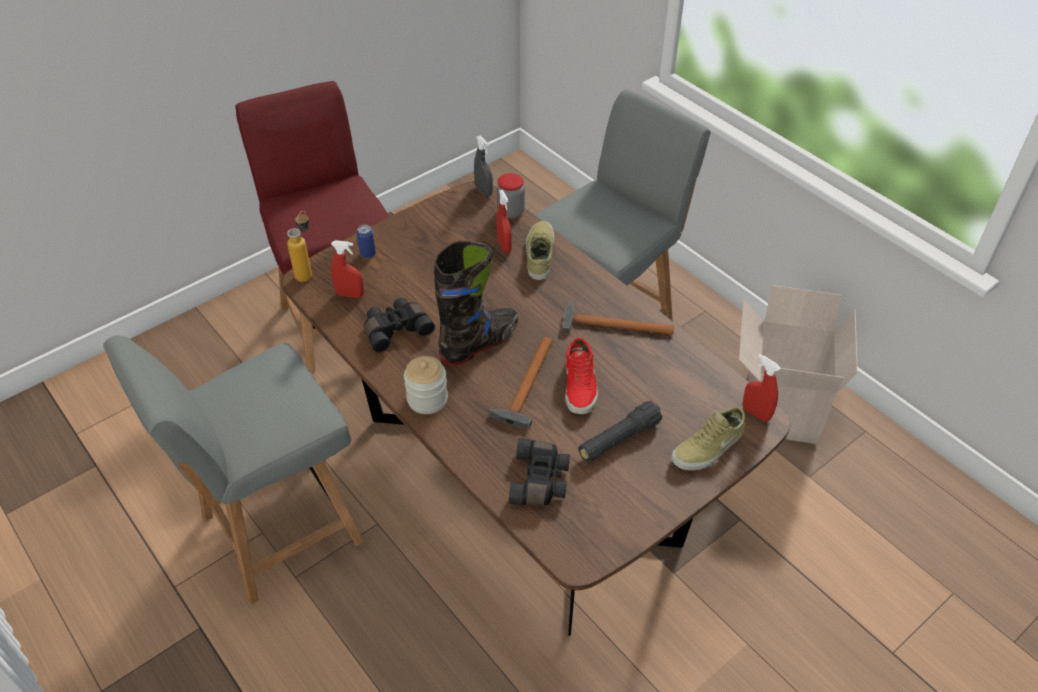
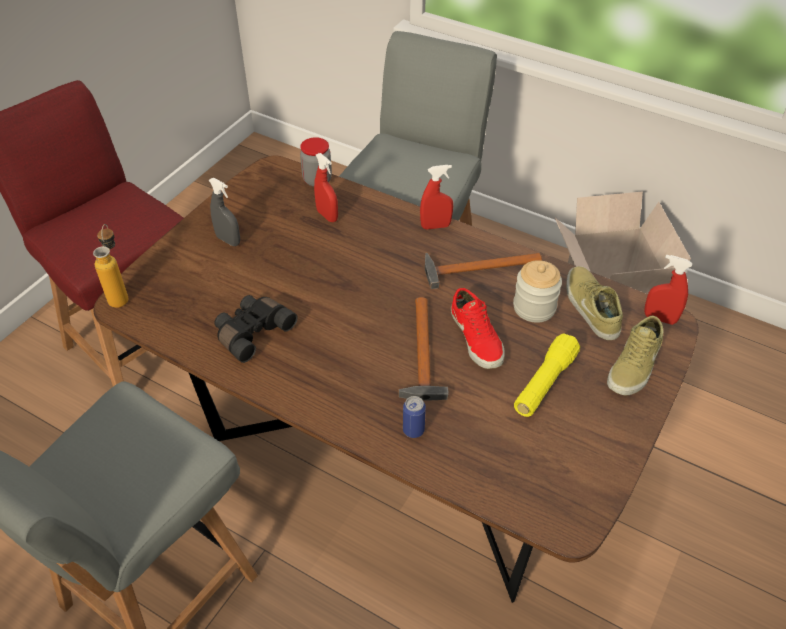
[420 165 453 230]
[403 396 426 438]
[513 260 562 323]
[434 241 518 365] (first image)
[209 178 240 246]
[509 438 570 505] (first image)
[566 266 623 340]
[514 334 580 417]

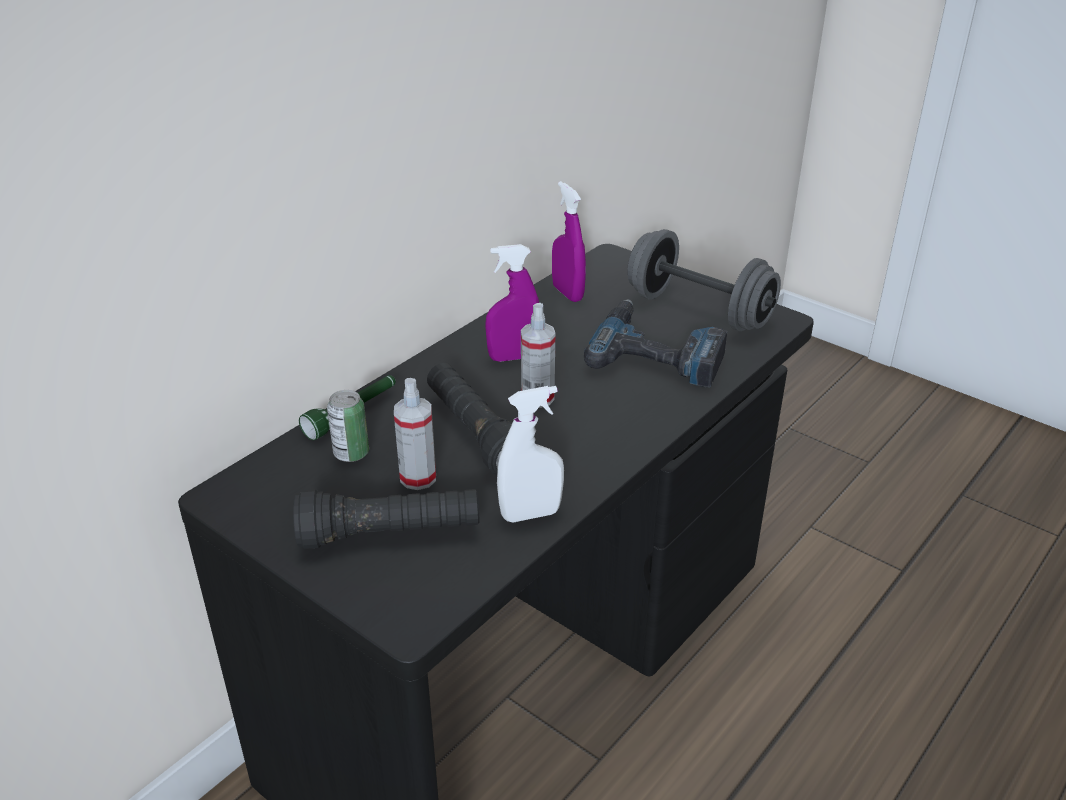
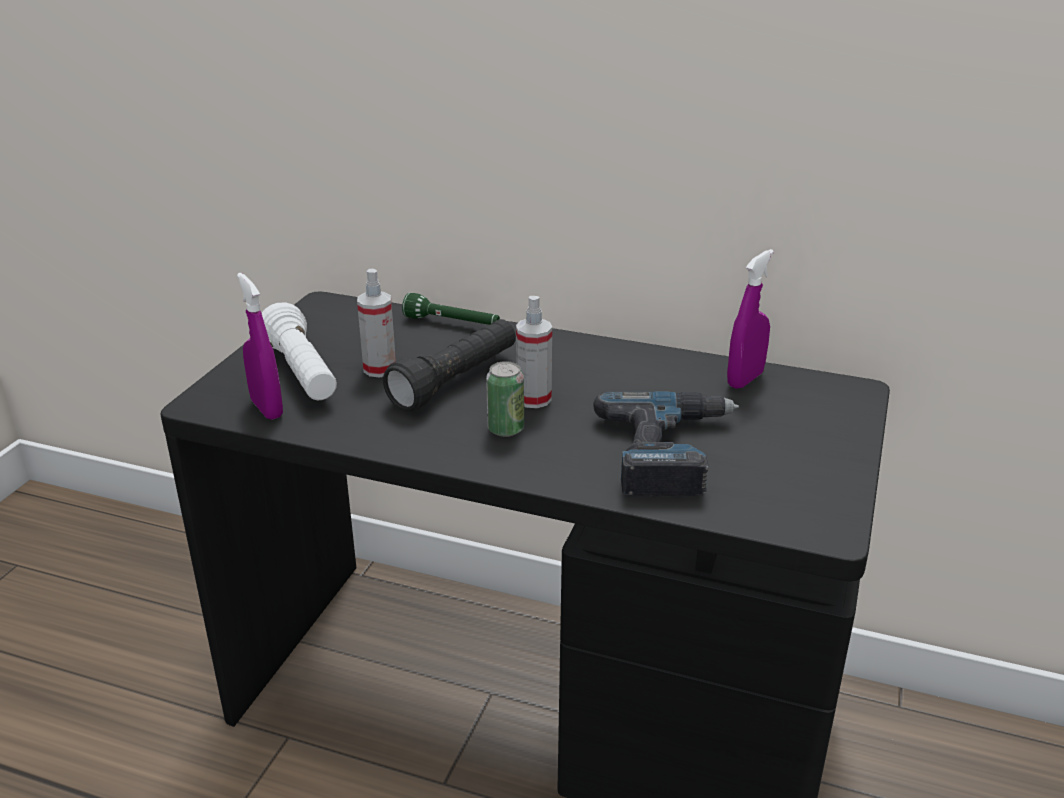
[262 302 337 400]
[486 361 524 437]
[237 273 283 420]
[497 386 564 523] (first image)
[627 229 781 331] (first image)

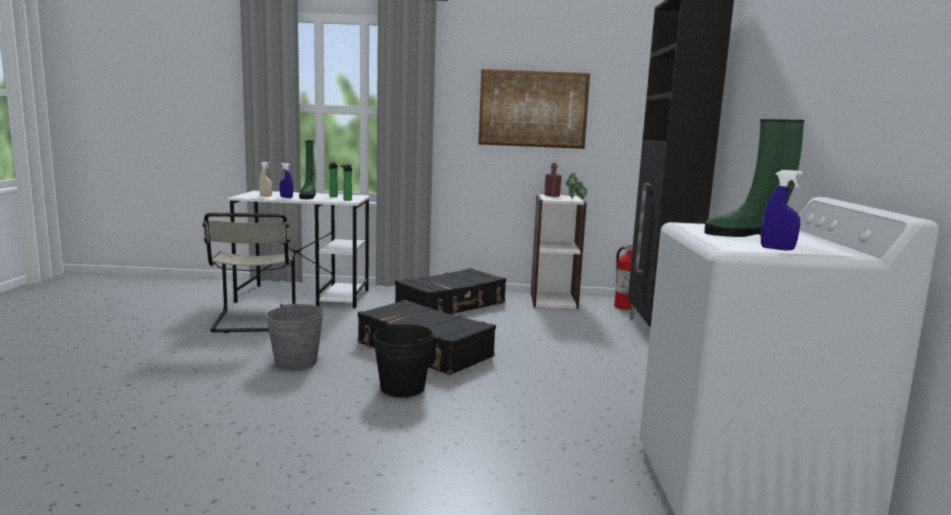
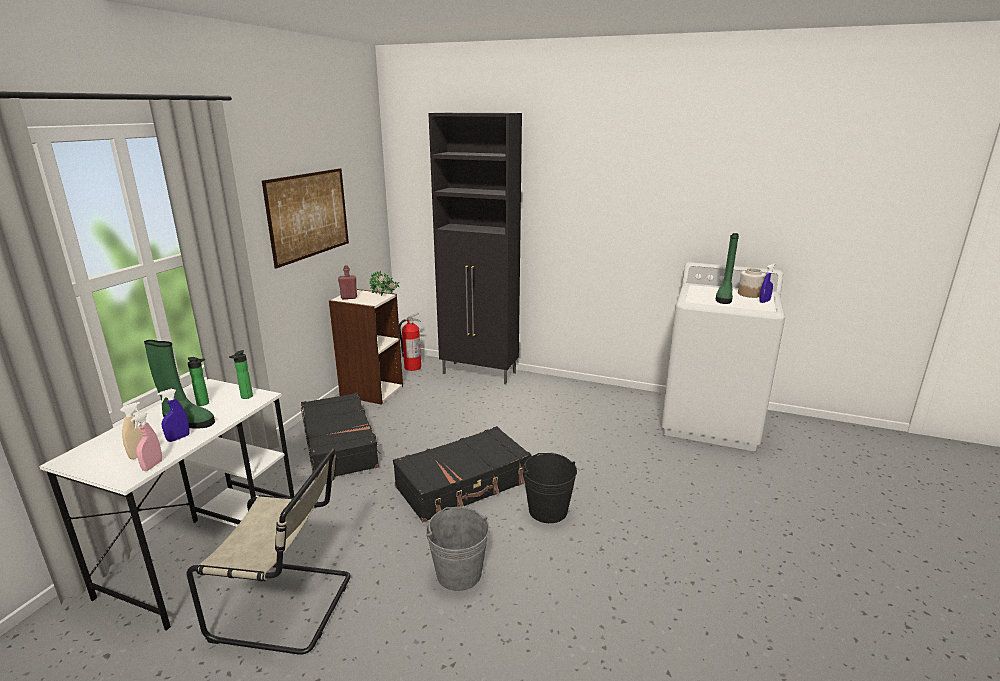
[131 413 162 471]
[738 268 766 298]

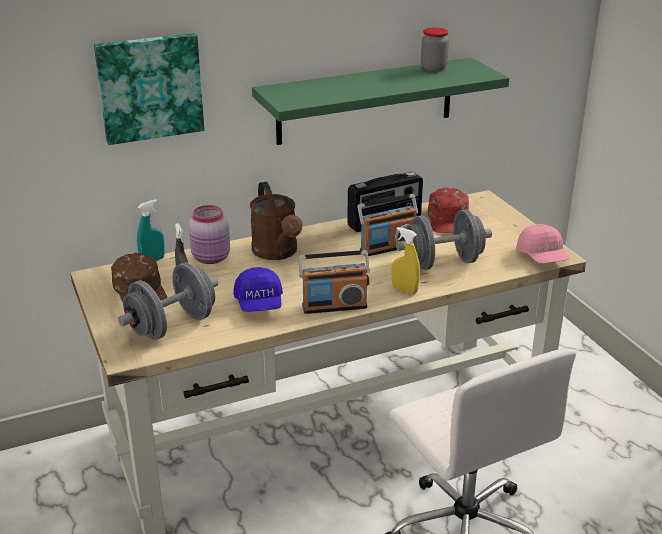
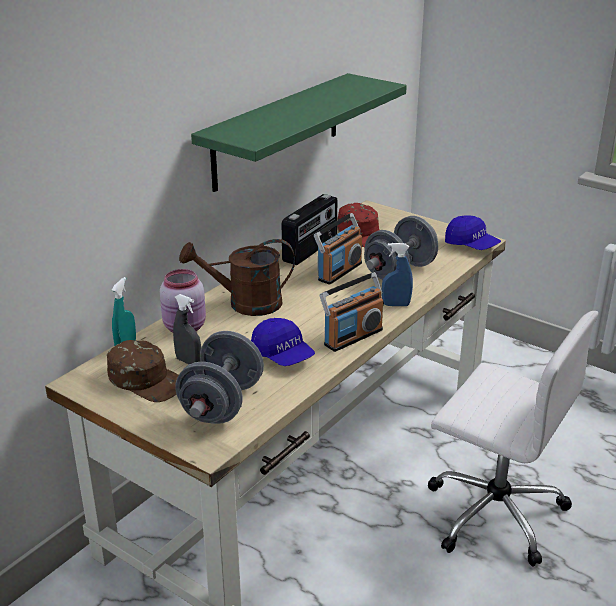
[94 33 204 145] (first image)
[179 239 295 316]
[382 243 413 306]
[421 27 449 72] (first image)
[445 215 501 250]

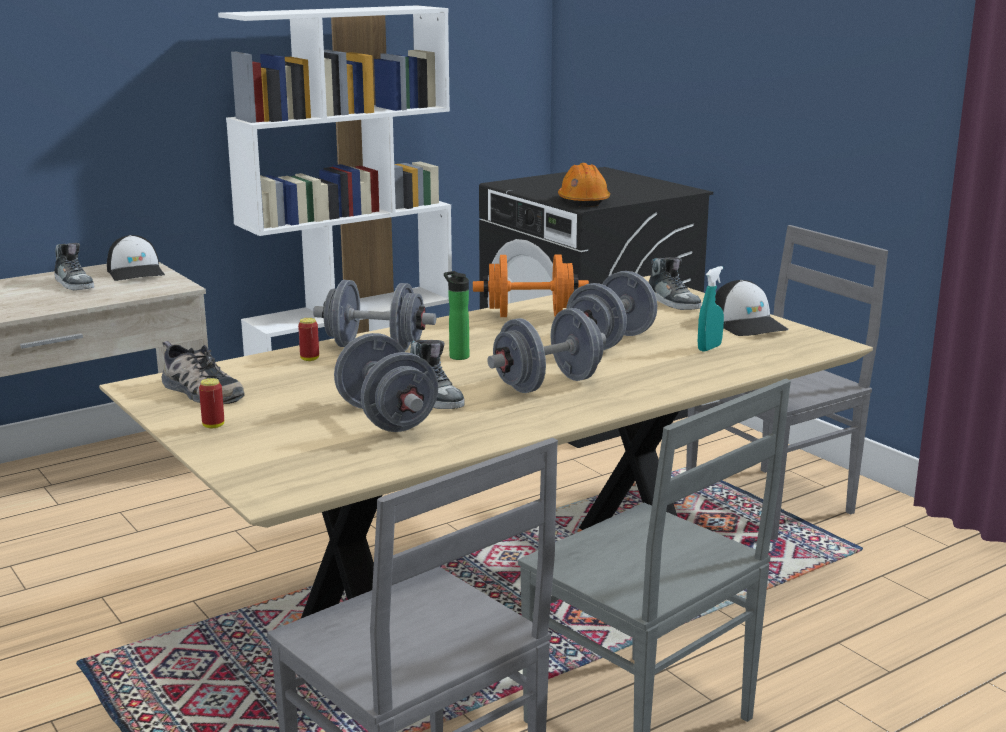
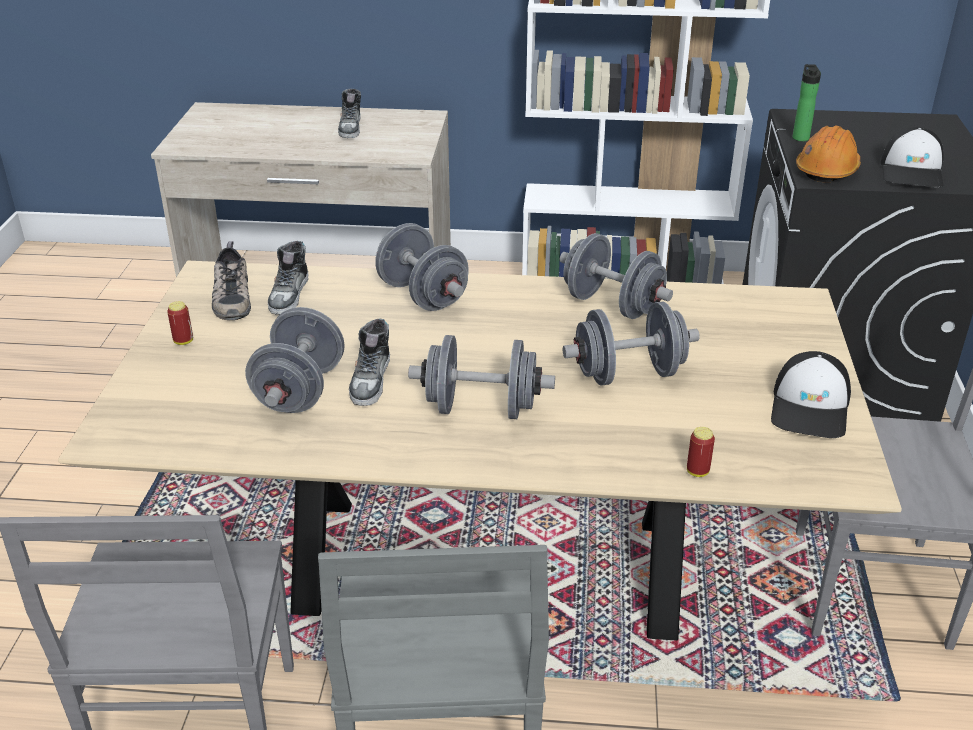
[880 127 944 187]
[687 427 715 477]
[792 64 821 141]
[560 233 673 319]
[268 241 309 315]
[698 266 724 352] (first image)

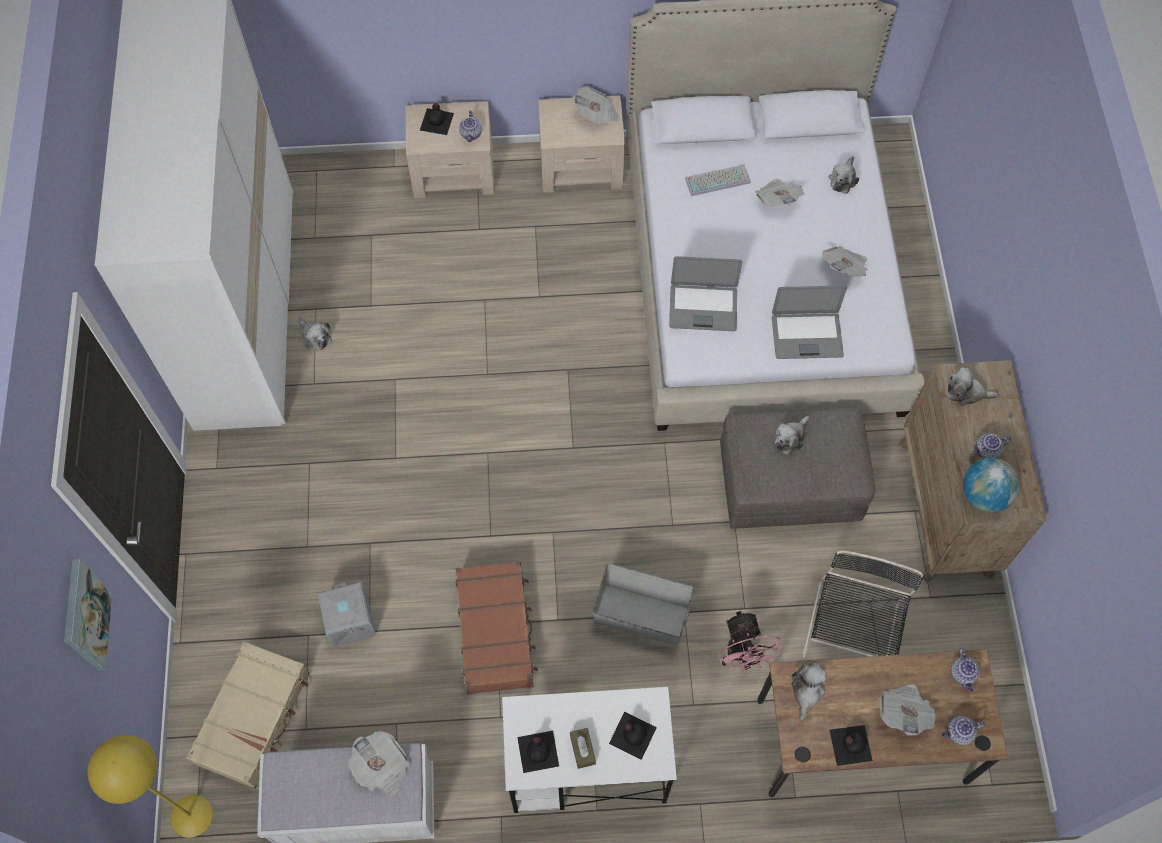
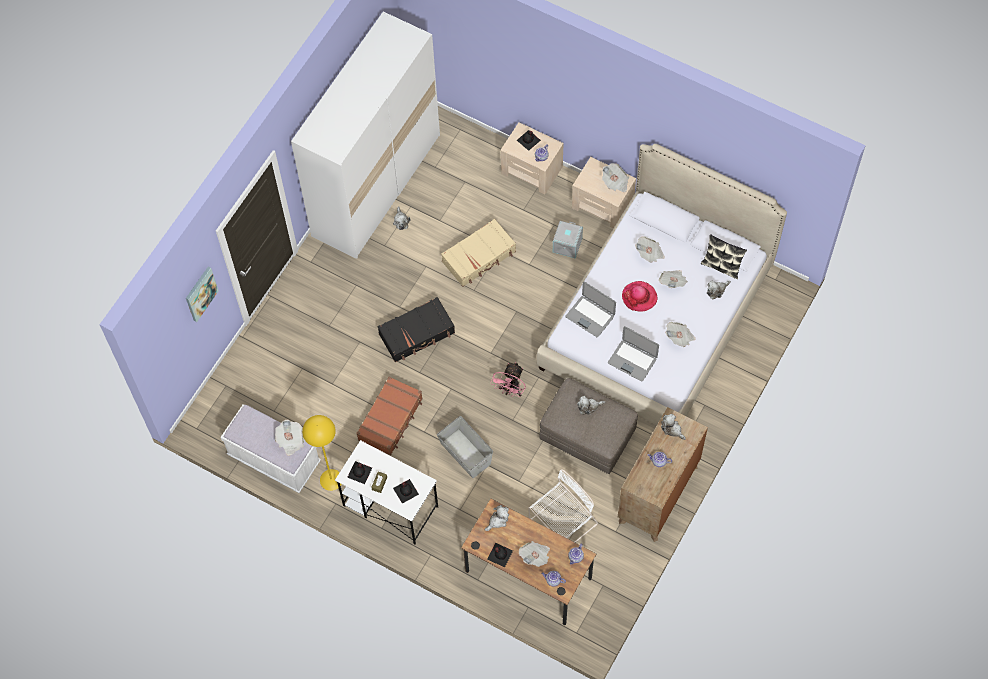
[302 415 342 491]
[441 219 516 287]
[553 221 583 259]
[635 236 665 263]
[491 362 526 397]
[528 469 598 543]
[963 458 1020 512] (first image)
[377 297 455 363]
[622 281 657 312]
[701 234 747 279]

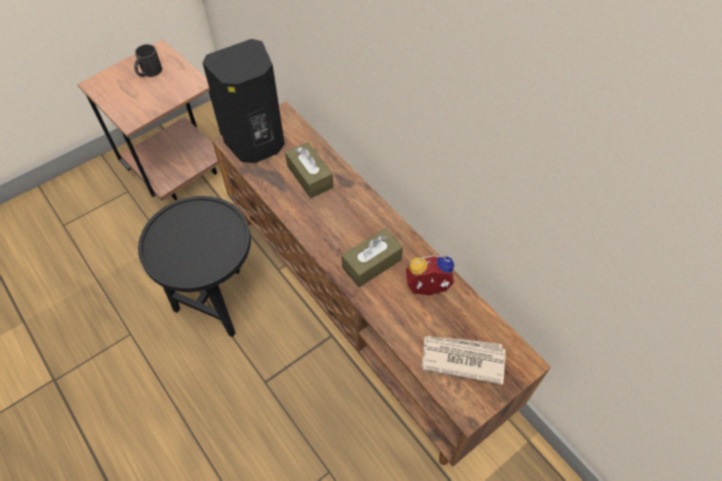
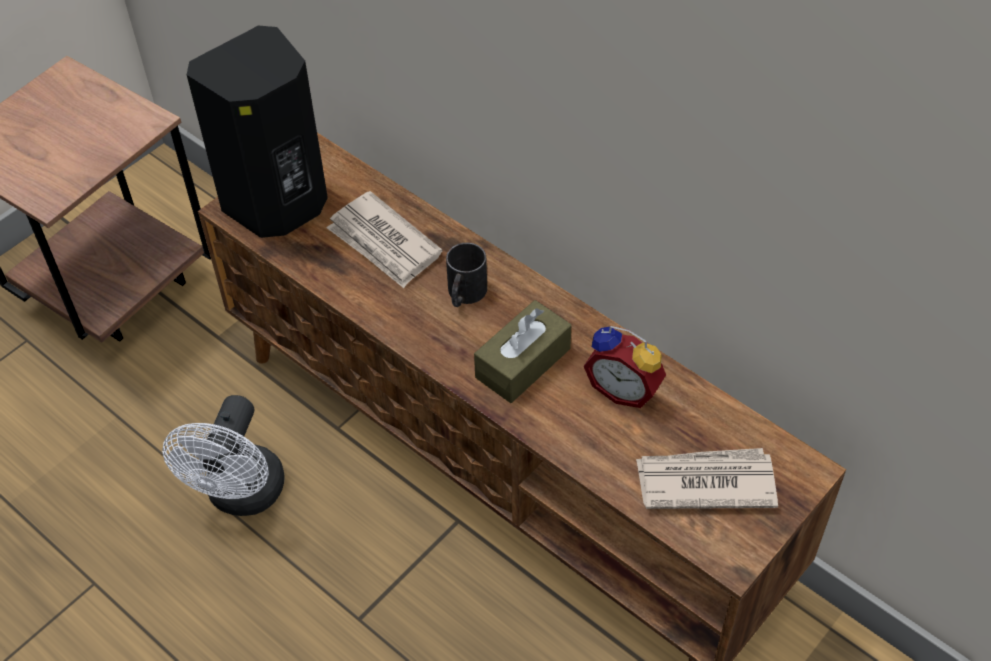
[446 243 487 307]
[162 395 285 516]
[327 191 443 288]
[584 326 666 408]

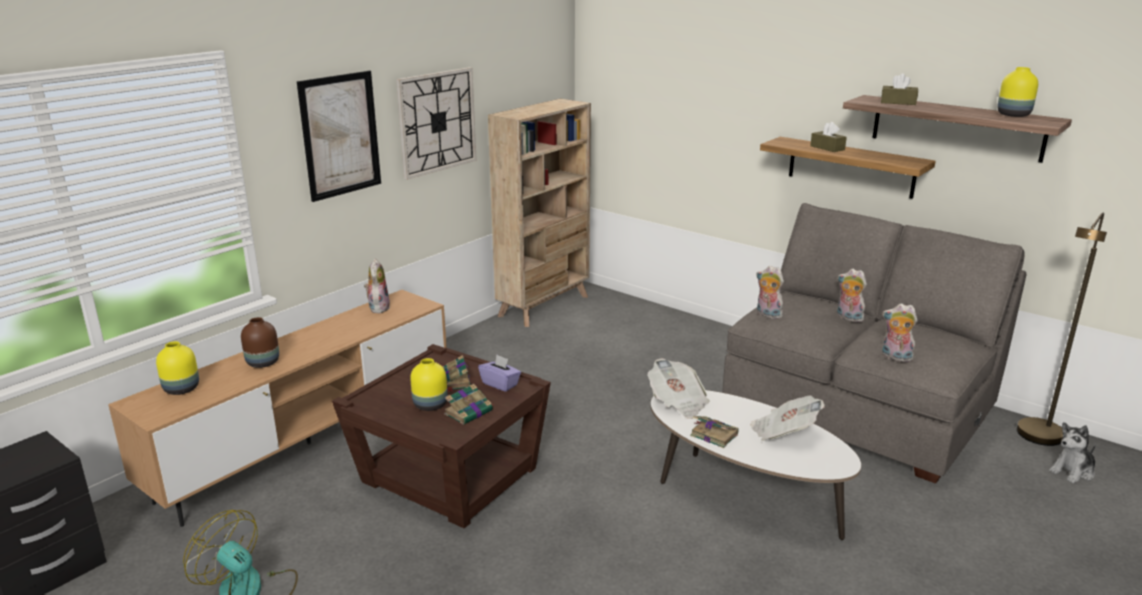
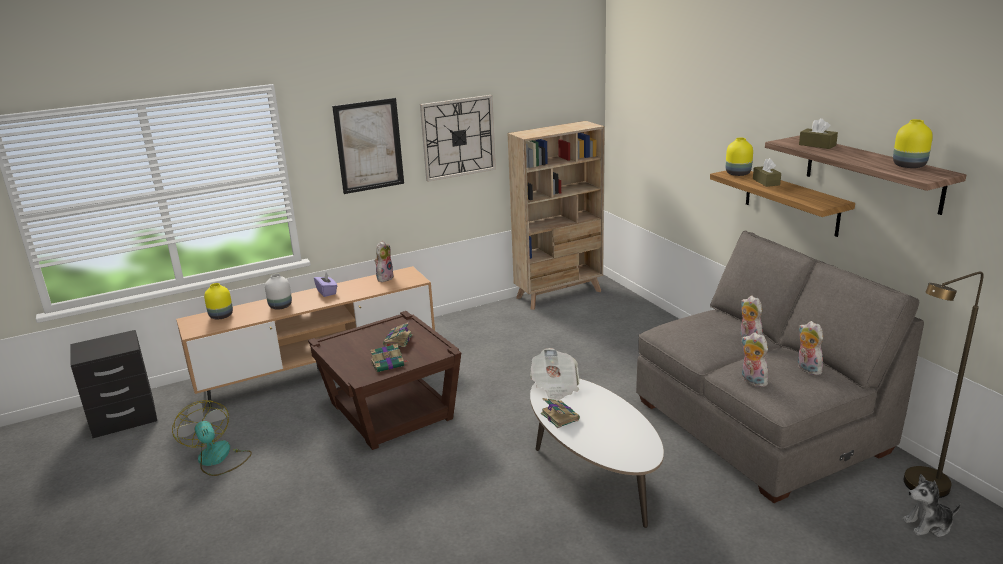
[265 274 292 310]
[726 138 753 176]
[314 272 337 297]
[750 396 825 441] (first image)
[798 321 823 375]

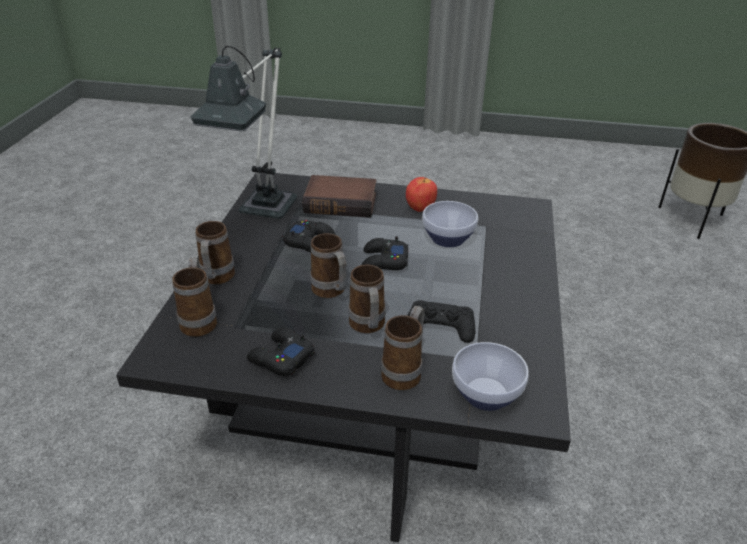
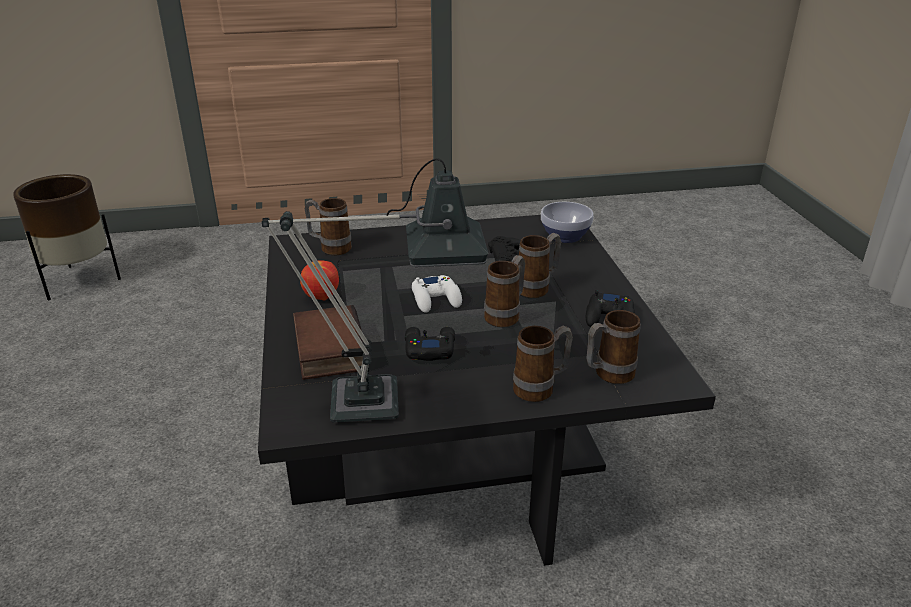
[412 275 462 313]
[305 198 352 255]
[422 201 478 247] (first image)

